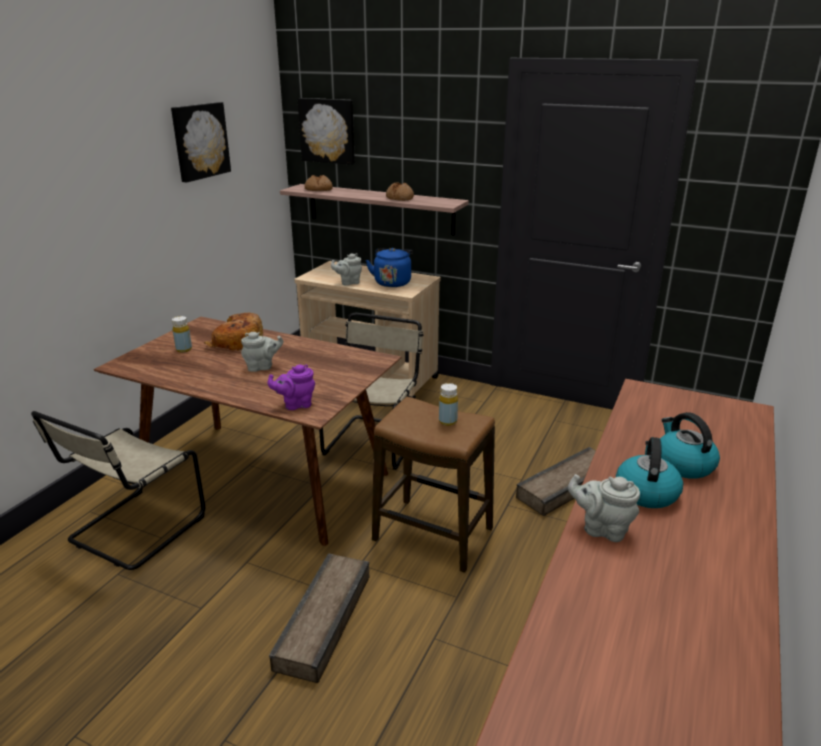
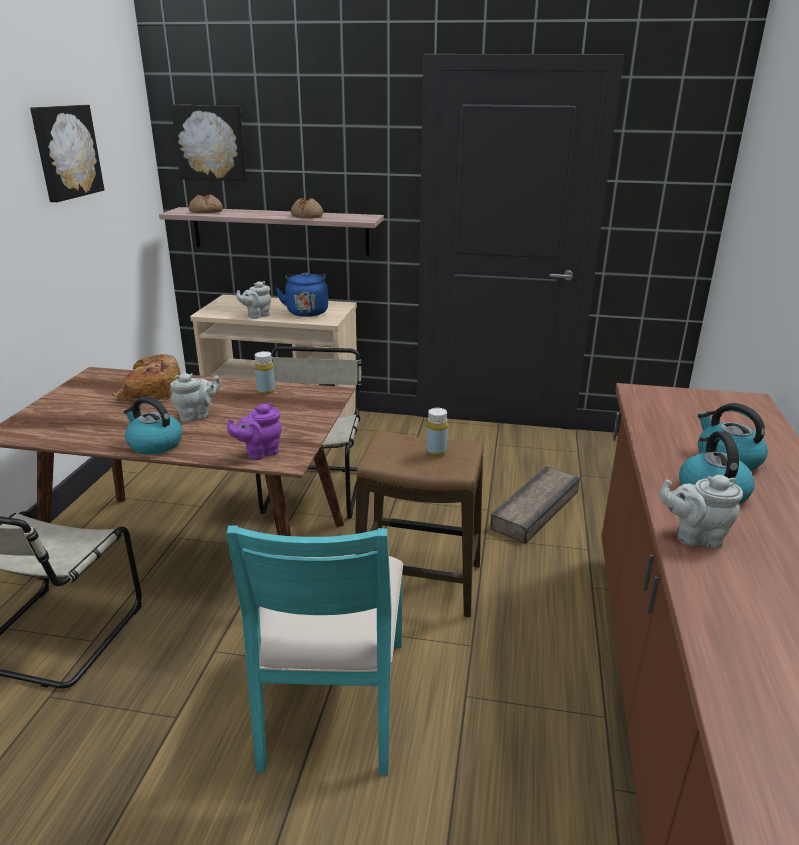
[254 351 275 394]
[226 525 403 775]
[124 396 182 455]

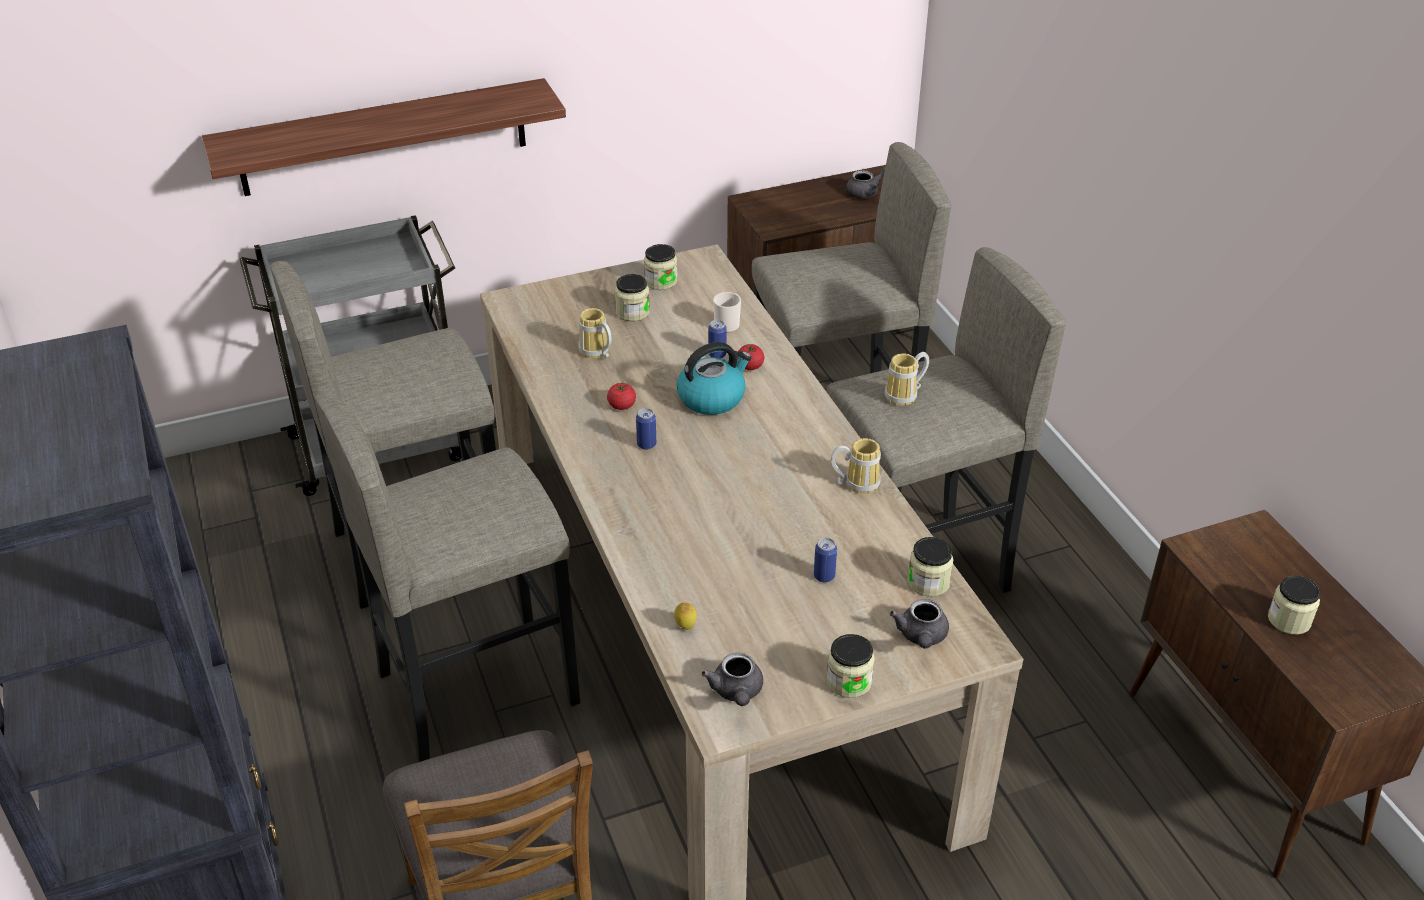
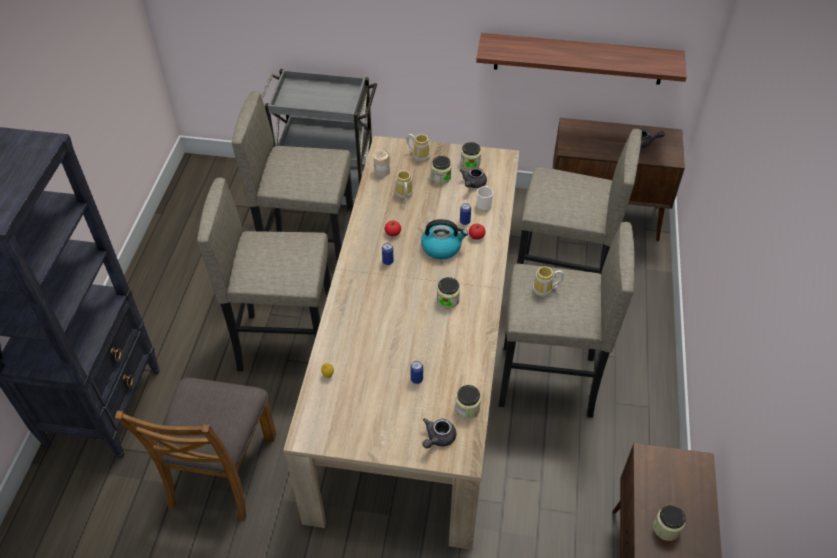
[476 33 687 85]
[460 167 487 188]
[437 277 460 309]
[406 134 430 162]
[373 150 390 177]

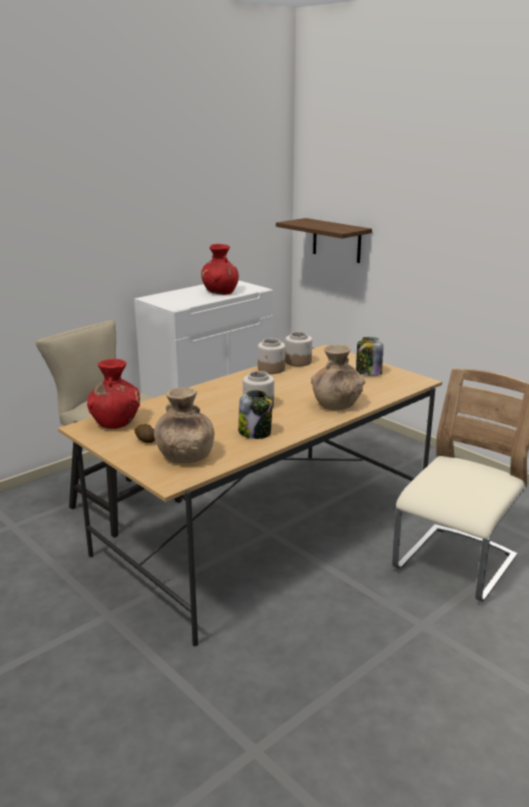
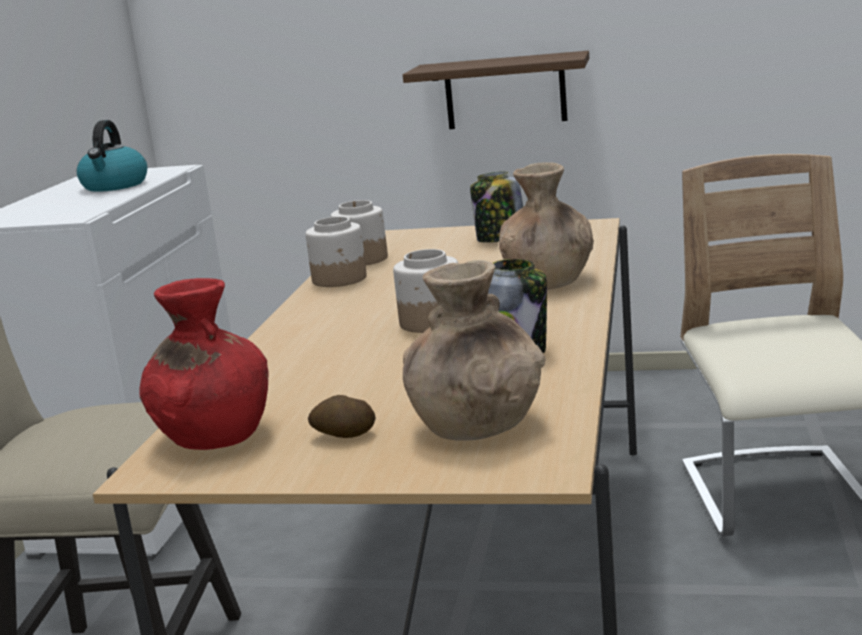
[77 120 147 192]
[403 51 589 129]

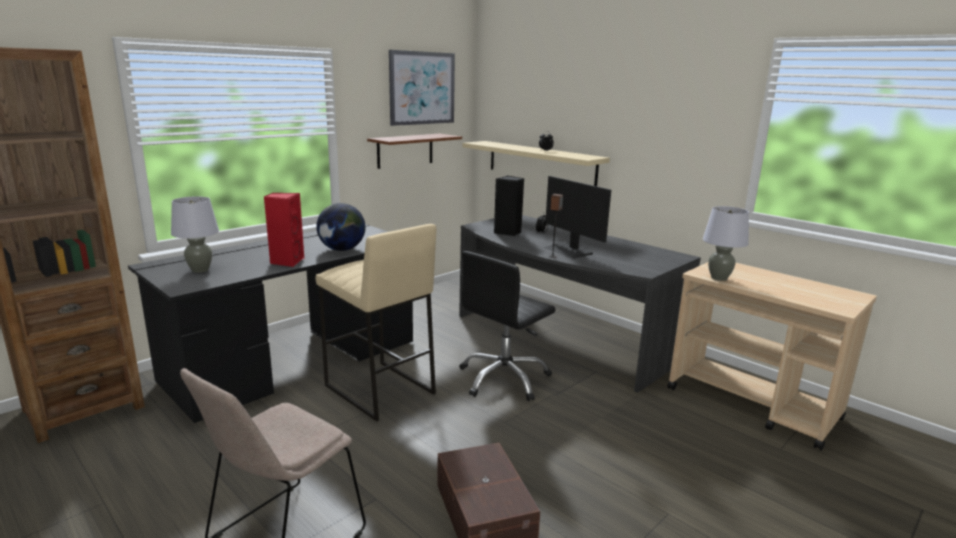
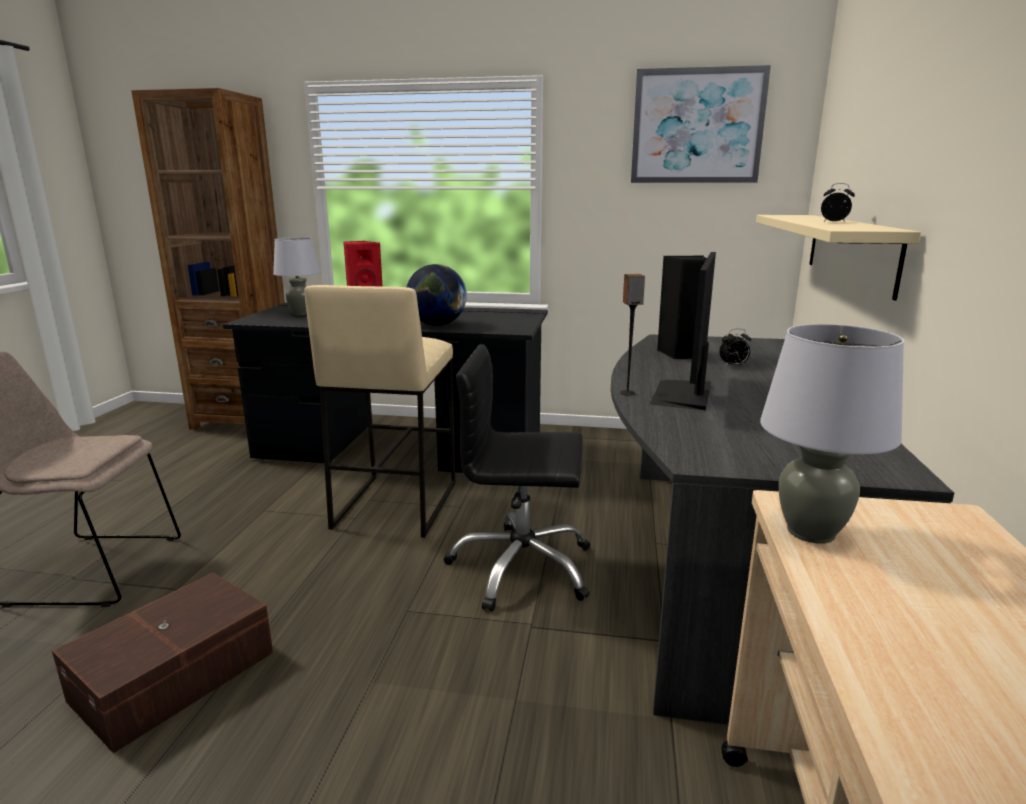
[367 134 462 169] (first image)

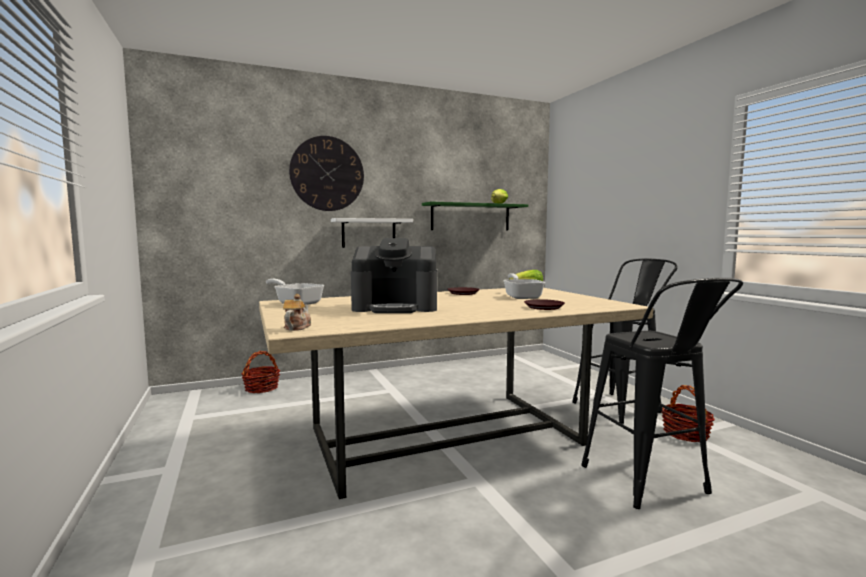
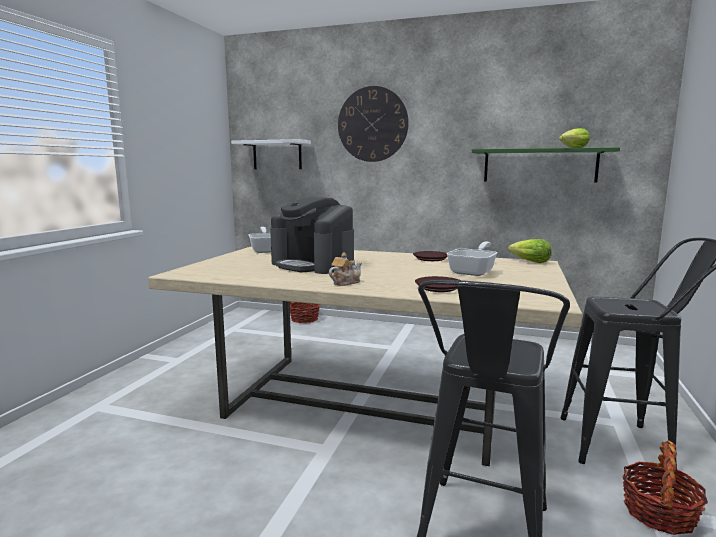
[329 253 362 286]
[231 139 311 169]

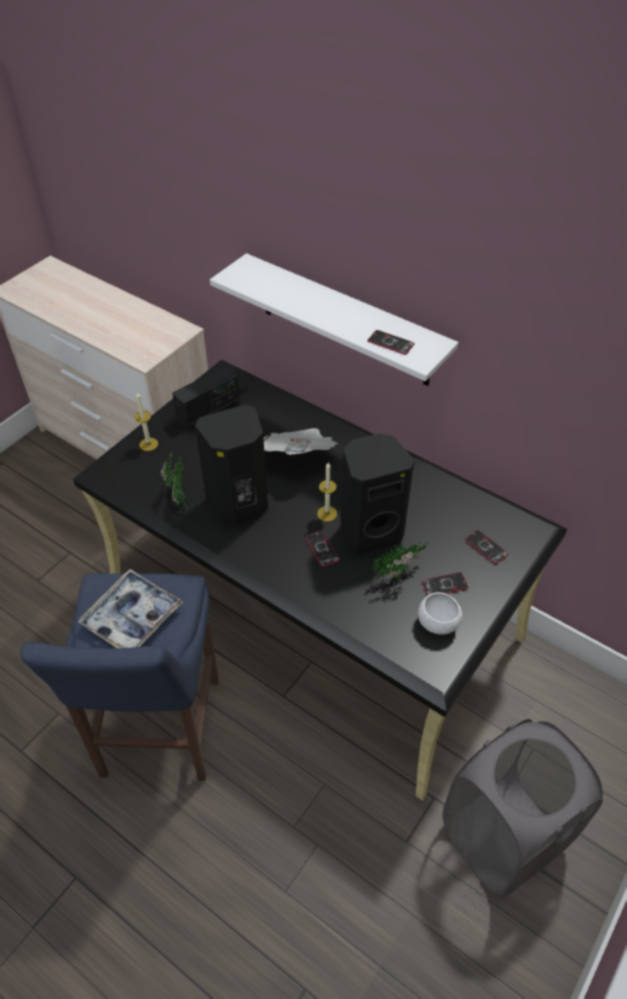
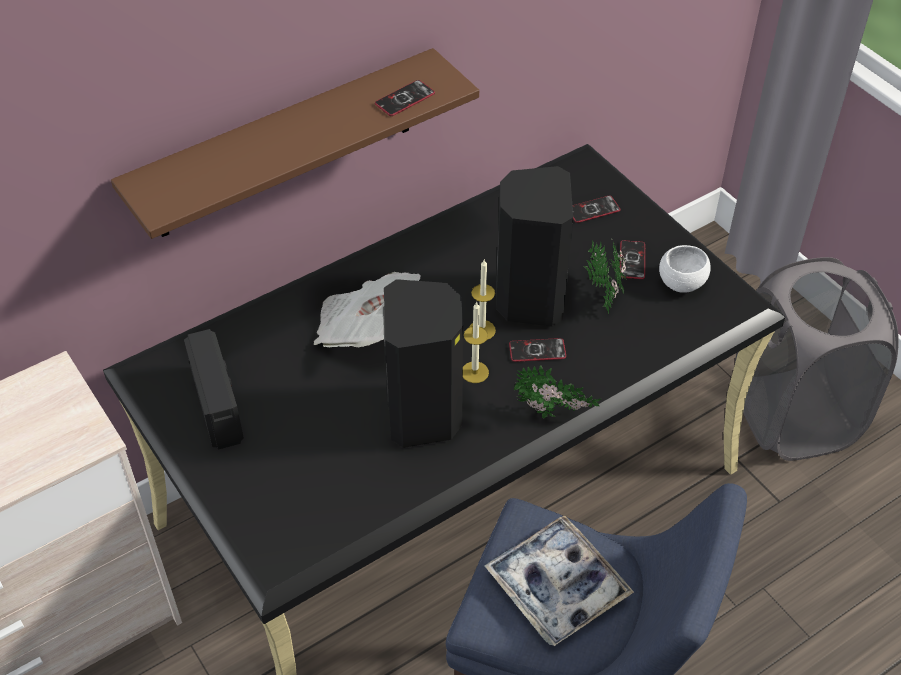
[463 301 489 383]
[514 365 601 419]
[111 48 479 239]

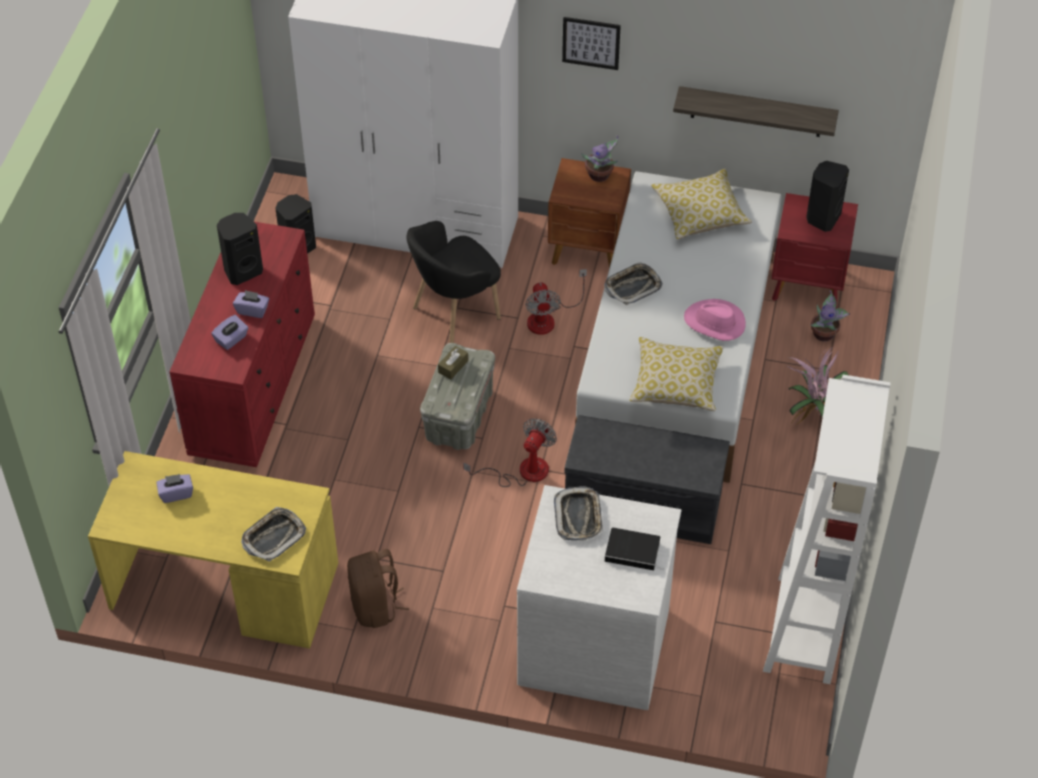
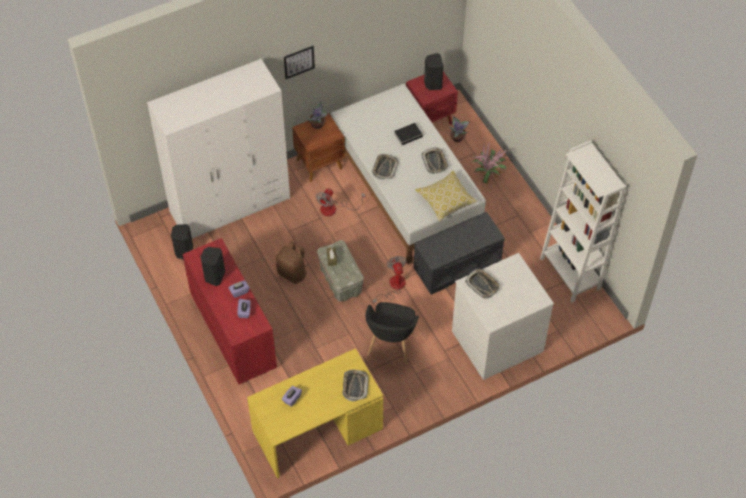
[276 241 308 284]
[365 302 419 365]
[316 188 365 216]
[394 123 425 145]
[651 169 752 239] (first image)
[673 86 839 137] (first image)
[422 148 449 174]

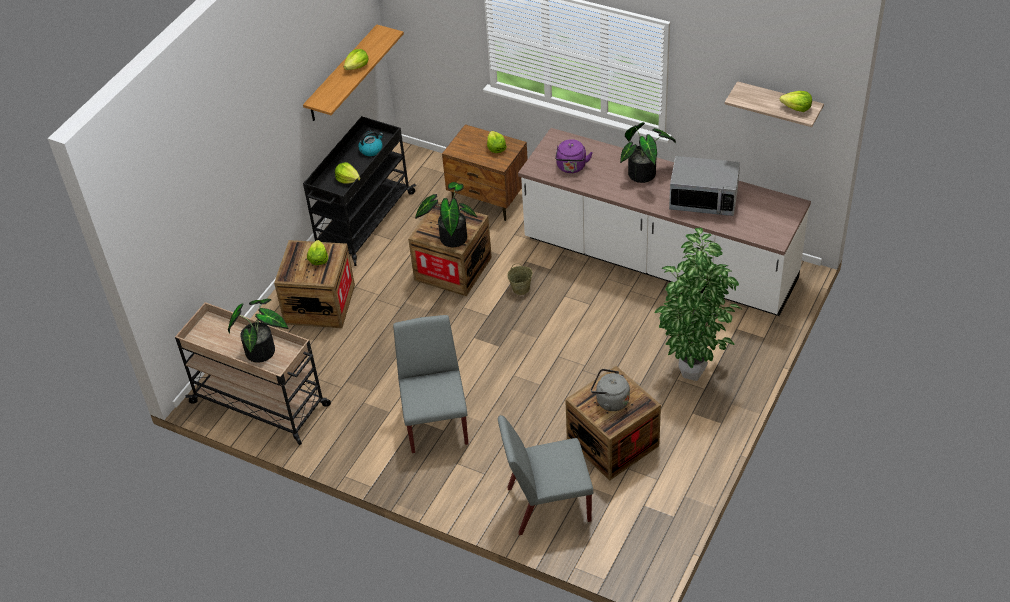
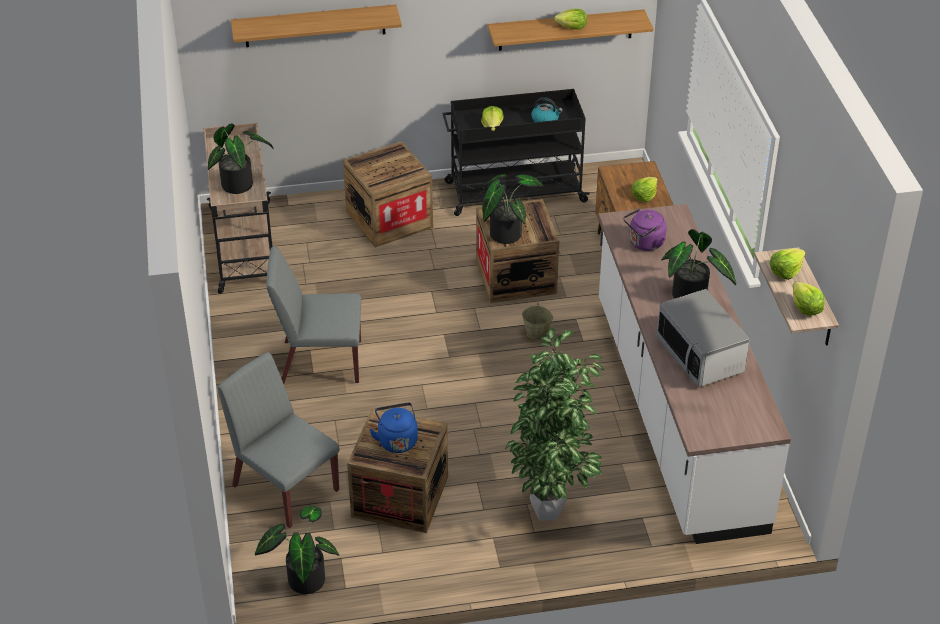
[770 248 806 280]
[266 246 361 384]
[370 403 418 453]
[231 4 402 47]
[255 506 339 594]

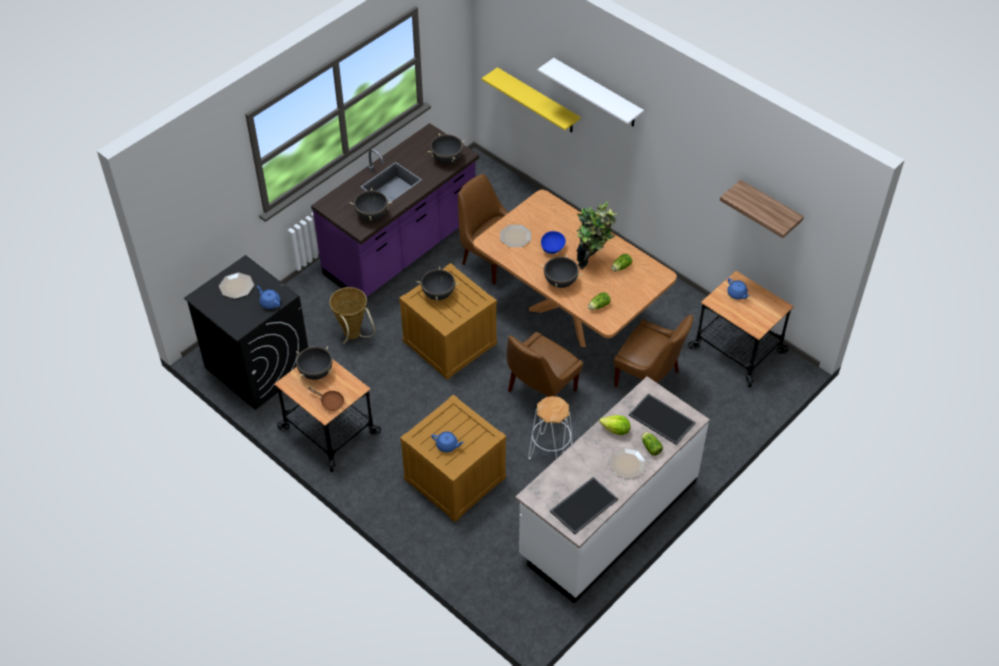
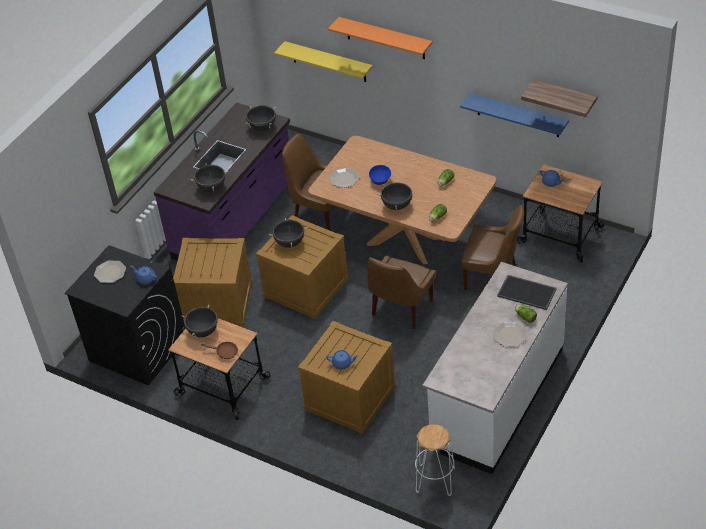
[173 238 252 327]
[415 424 455 496]
[328 17 432 59]
[550 477 618 534] (first image)
[576 201 617 269] (first image)
[599 415 631 435] (first image)
[460 93 569 137]

